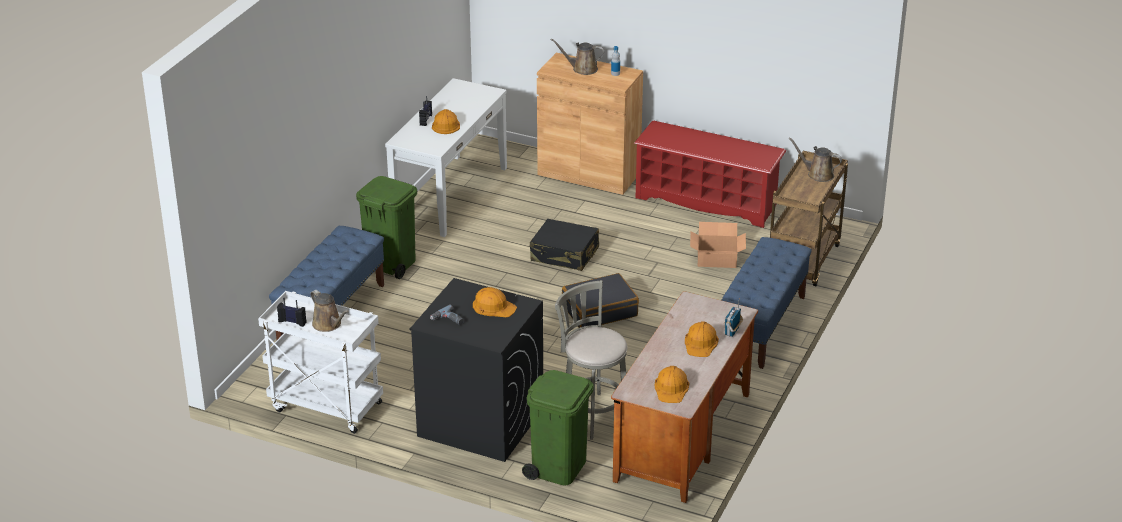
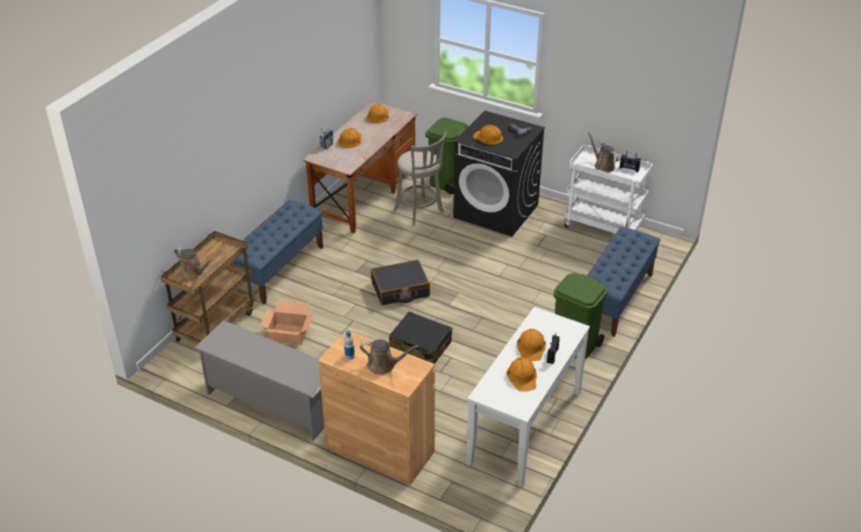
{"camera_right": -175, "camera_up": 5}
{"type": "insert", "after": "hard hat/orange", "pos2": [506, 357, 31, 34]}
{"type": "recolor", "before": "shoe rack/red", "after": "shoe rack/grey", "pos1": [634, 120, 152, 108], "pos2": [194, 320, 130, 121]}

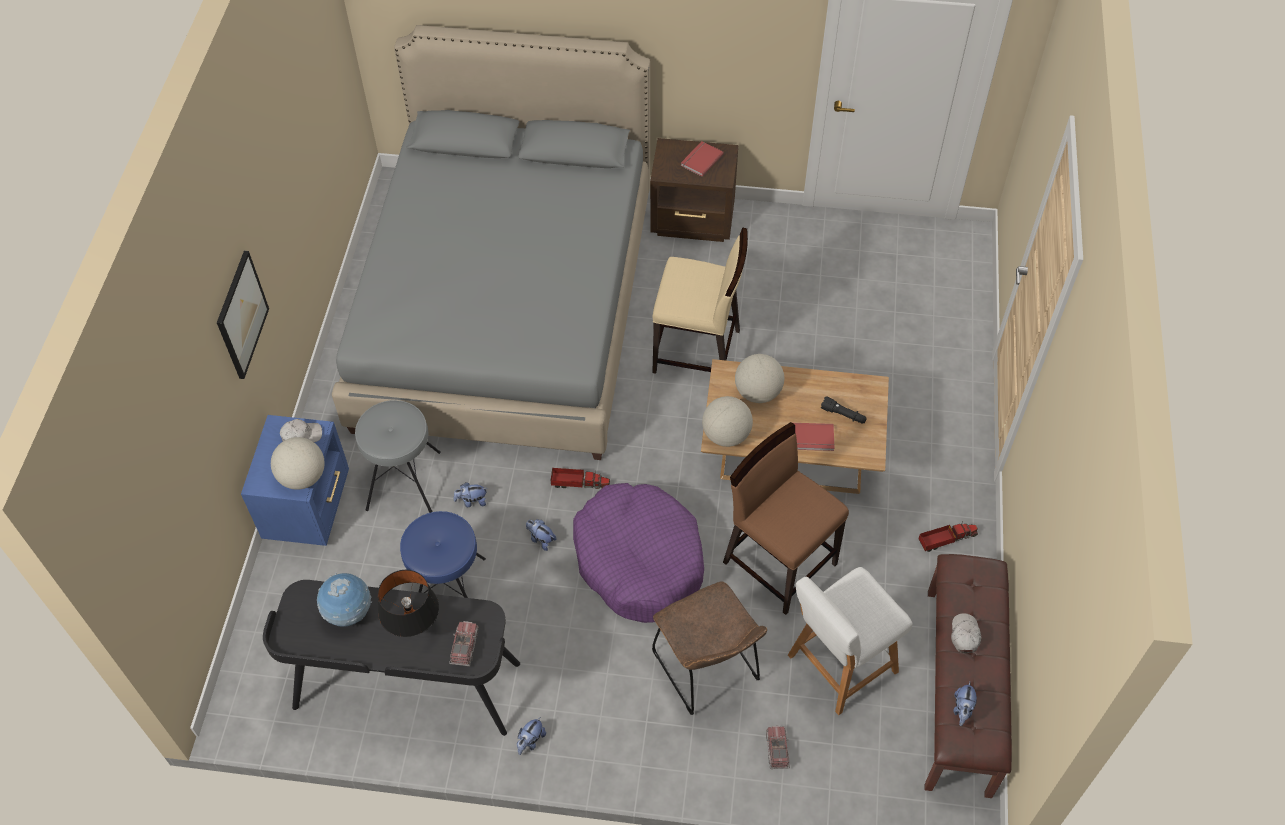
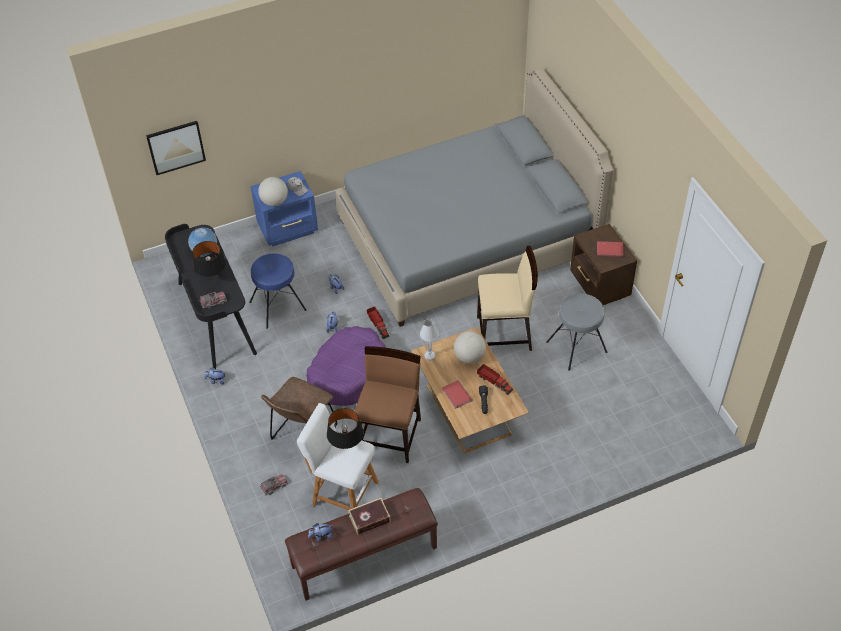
{"camera_right": 60, "camera_up": -5}
{"type": "insert", "after": "table lamp/black", "pos2": [327, 408, 36, 41]}
{"type": "move", "before": "picture", "pos1": [217, 251, 52, 128], "pos2": [146, 121, 60, 54]}
{"type": "move", "before": "stool/grey", "pos1": [355, 400, 86, 113], "pos2": [546, 294, 61, 77]}
{"type": "move", "before": "toy truck", "pos1": [918, 521, 60, 31], "pos2": [477, 364, 36, 31]}
{"type": "replace", "before": "globe", "after": "table lamp/white", "pos1": [702, 396, 51, 51], "pos2": [420, 319, 19, 42]}
{"type": "replace", "before": "cap/white", "after": "book", "pos1": [951, 613, 30, 40], "pos2": [348, 498, 43, 37]}
{"type": "rotate", "before": "chair/beige", "pos1": [652, 227, 96, 147], "pos2": [477, 246, 61, 105], "turn": -75}

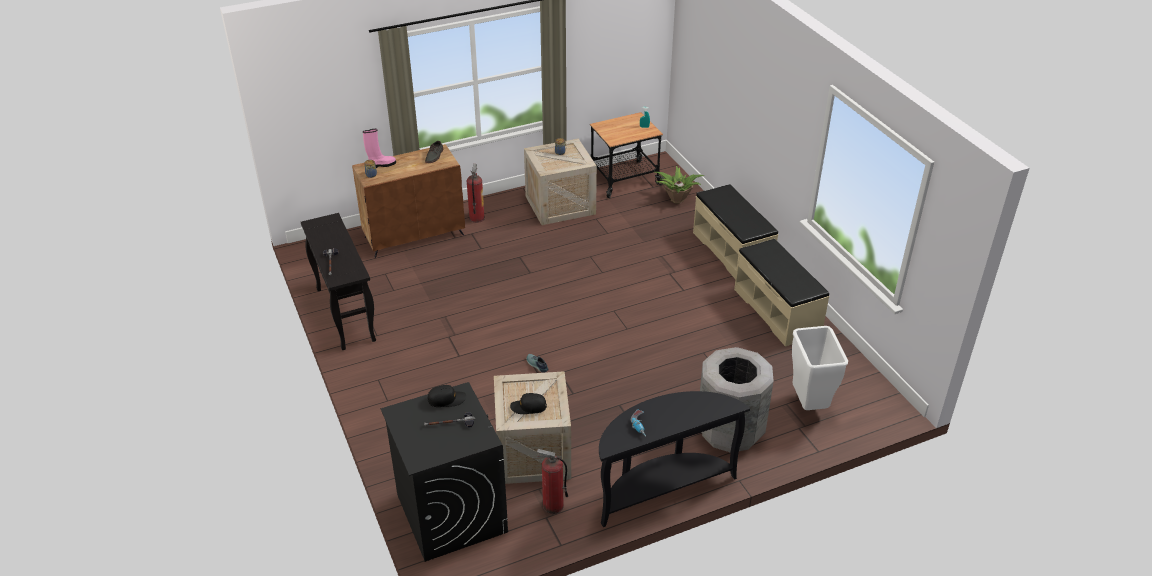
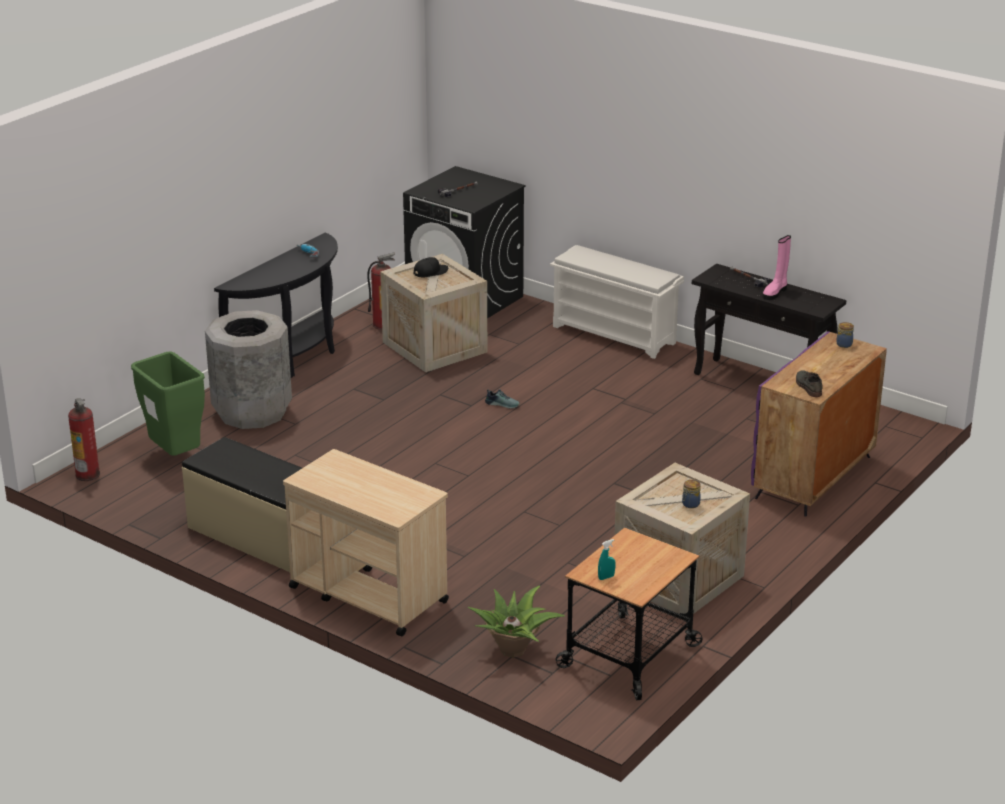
{"camera_right": 150, "camera_up": -10}
{"type": "delete", "before": "cap/black", "pos1": [427, 385, 39, 22]}
{"type": "insert", "after": "shoe rack/white", "pos2": [550, 245, 134, 114]}
{"type": "move", "before": "boot/pink", "pos1": [363, 129, 33, 39], "pos2": [763, 235, 28, 65]}
{"type": "move", "before": "fire extinguisher", "pos1": [467, 164, 18, 59], "pos2": [68, 398, 32, 83]}
{"type": "replace", "before": "bench/beige", "after": "cart/beige", "pos1": [693, 184, 85, 95], "pos2": [283, 449, 166, 188]}
{"type": "recolor", "before": "cabinet/brown", "after": "cabinet/purple", "pos1": [352, 144, 113, 114], "pos2": [751, 331, 136, 186]}
{"type": "recolor", "before": "trash can/white", "after": "trash can/green", "pos1": [792, 326, 56, 84], "pos2": [131, 351, 74, 105]}

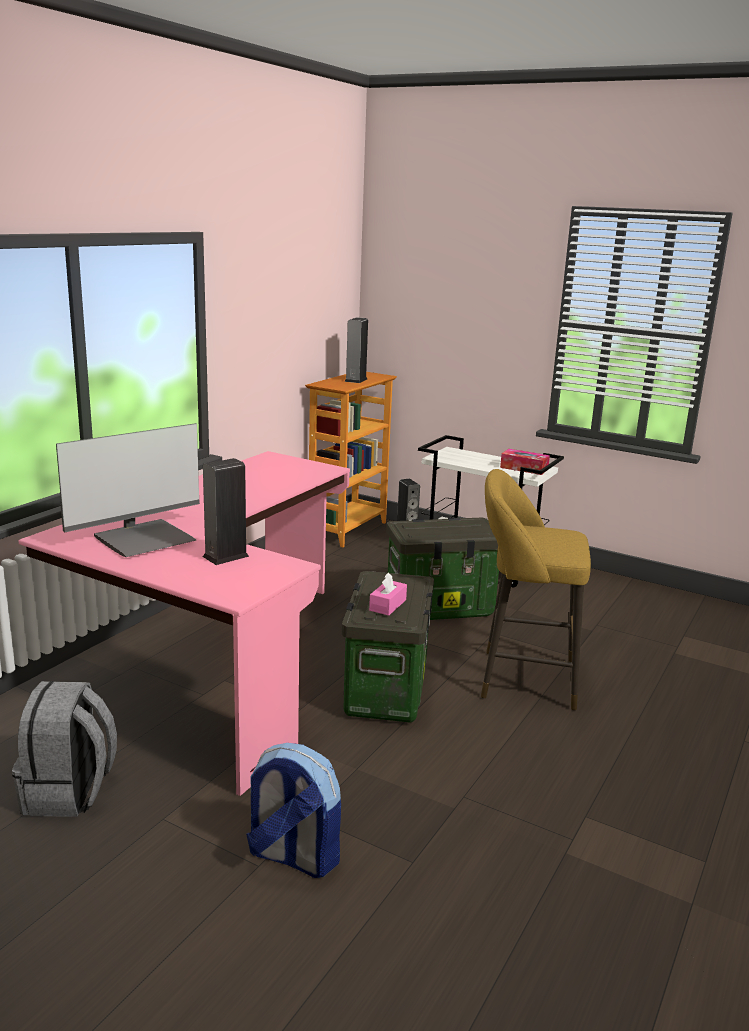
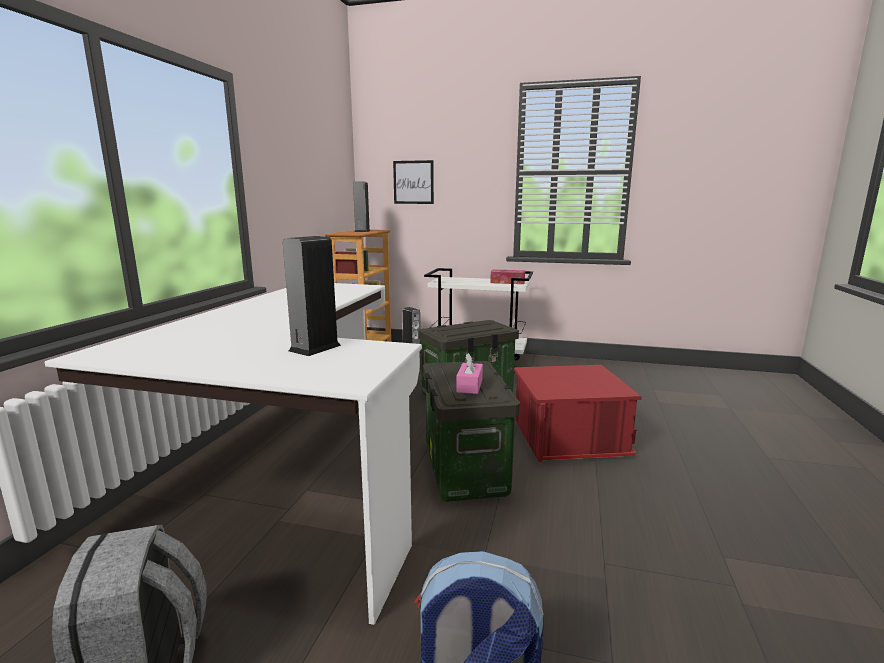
{"camera_right": -15, "camera_up": -5}
{"type": "delete", "before": "monitor", "pos1": [56, 423, 144, 134]}
{"type": "insert", "after": "picture", "pos2": [393, 160, 41, 44]}
{"type": "replace", "before": "stool/yellow", "after": "storage box/red", "pos1": [481, 469, 110, 241], "pos2": [513, 365, 129, 97]}
{"type": "recolor", "before": "desk/pink", "after": "desk/white", "pos1": [19, 451, 331, 345], "pos2": [45, 283, 377, 342]}

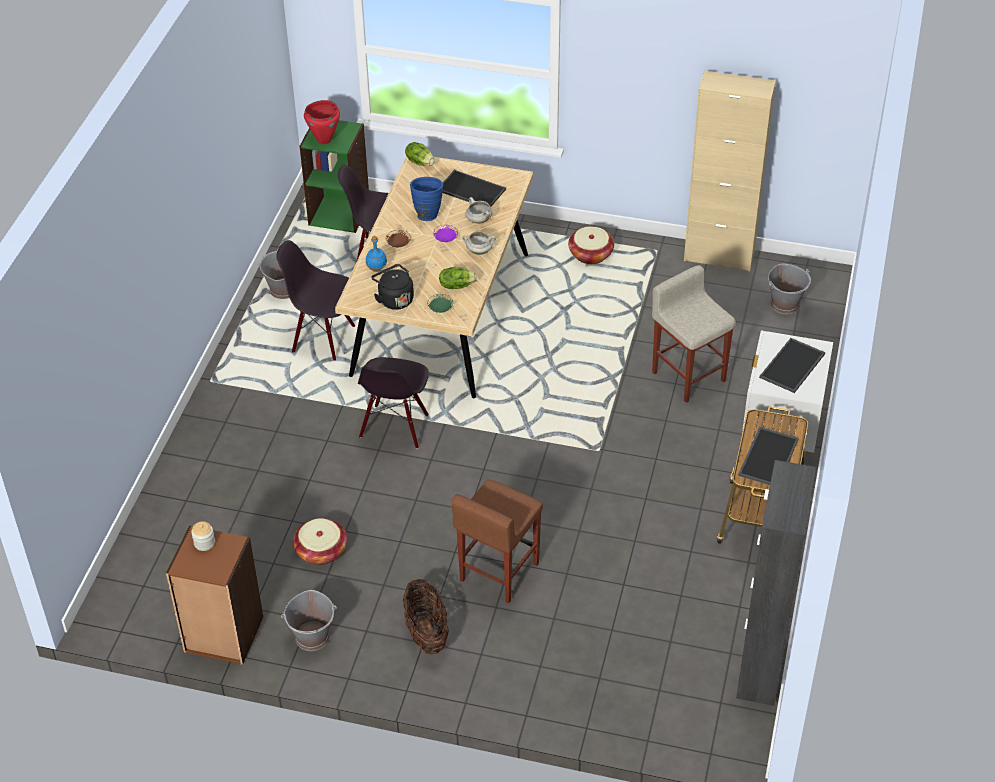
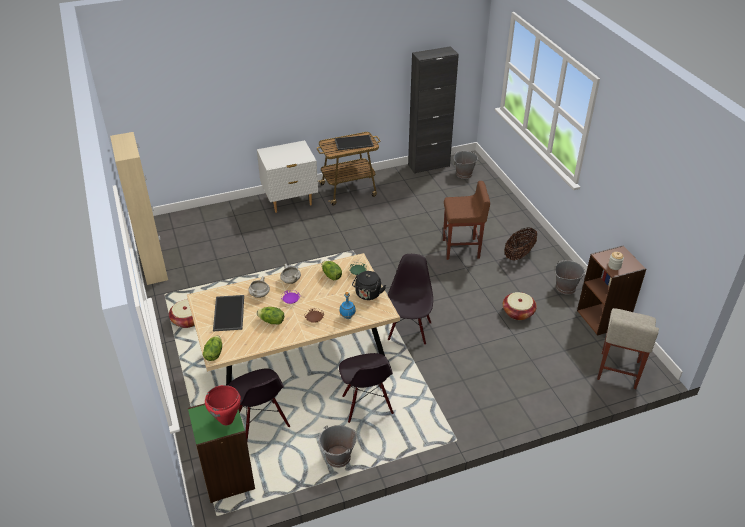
{"camera_right": -125, "camera_up": -5}
{"type": "delete", "before": "tray", "pos1": [759, 338, 66, 55]}
{"type": "move", "before": "stool/beige", "pos1": [652, 265, 84, 138], "pos2": [597, 308, 62, 81]}
{"type": "move", "before": "bucket/grey", "pos1": [768, 264, 43, 50], "pos2": [454, 151, 24, 28]}
{"type": "replace", "before": "vase/blue", "after": "lettuce", "pos1": [410, 177, 33, 44], "pos2": [256, 307, 28, 18]}
{"type": "rotate", "before": "chair/black", "pos1": [358, 357, 71, 92], "pos2": [388, 254, 45, 91], "turn": -60}

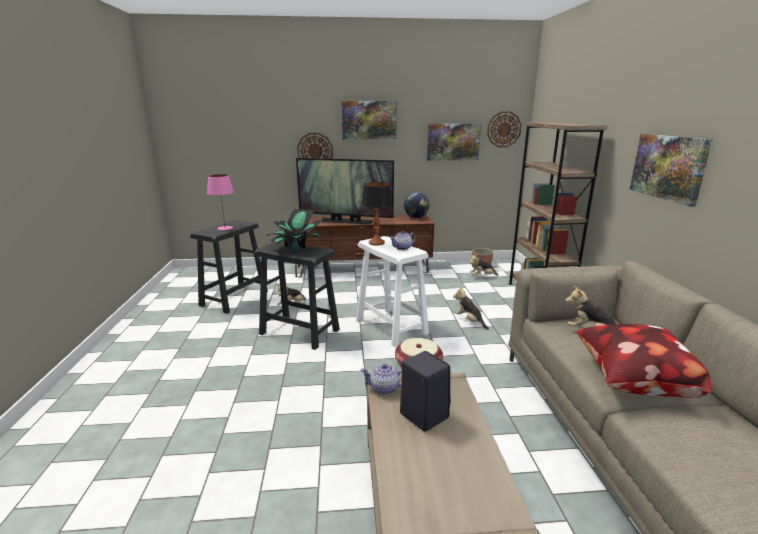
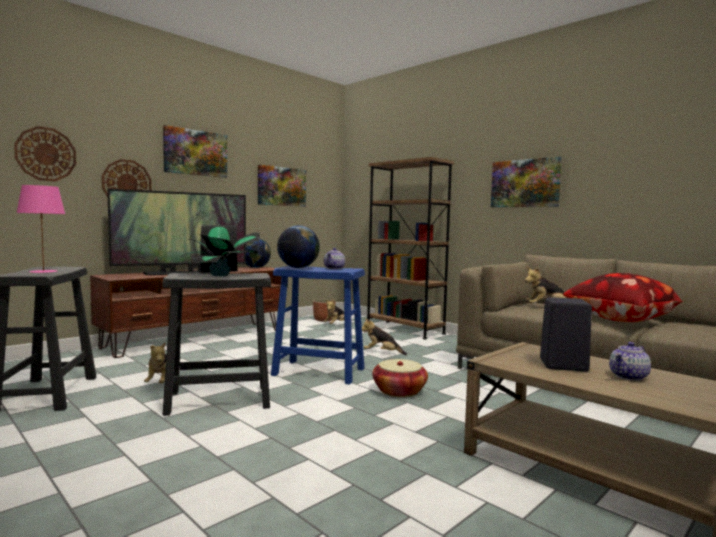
{"camera_right": -40, "camera_up": -15}
{"type": "move", "before": "teapot", "pos1": [360, 364, 42, 31], "pos2": [609, 342, 42, 39]}
{"type": "move", "before": "wall clock", "pos1": [487, 111, 35, 36], "pos2": [14, 126, 62, 56]}
{"type": "replace", "before": "table lamp", "after": "globe", "pos1": [361, 182, 31, 64], "pos2": [277, 225, 43, 43]}
{"type": "recolor", "before": "stool/white", "after": "stool/blue", "pos1": [356, 236, 73, 111], "pos2": [271, 266, 94, 119]}

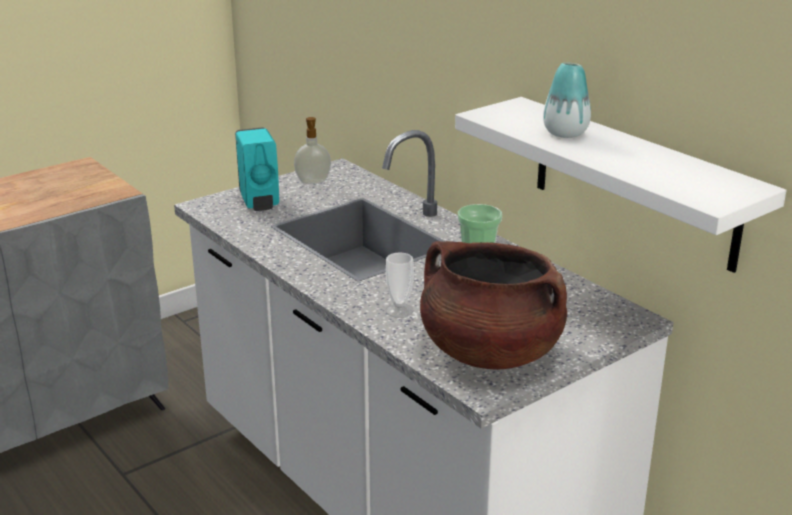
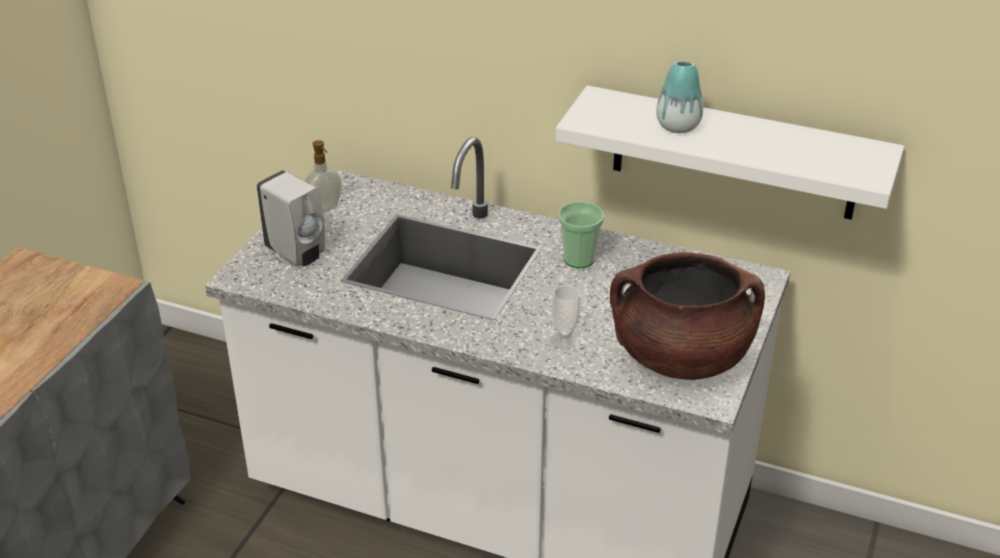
{"camera_right": -30, "camera_up": 10}
{"type": "recolor", "before": "soap dispenser/turquoise", "after": "soap dispenser/white", "pos1": [235, 127, 44, 84], "pos2": [257, 170, 68, 96]}

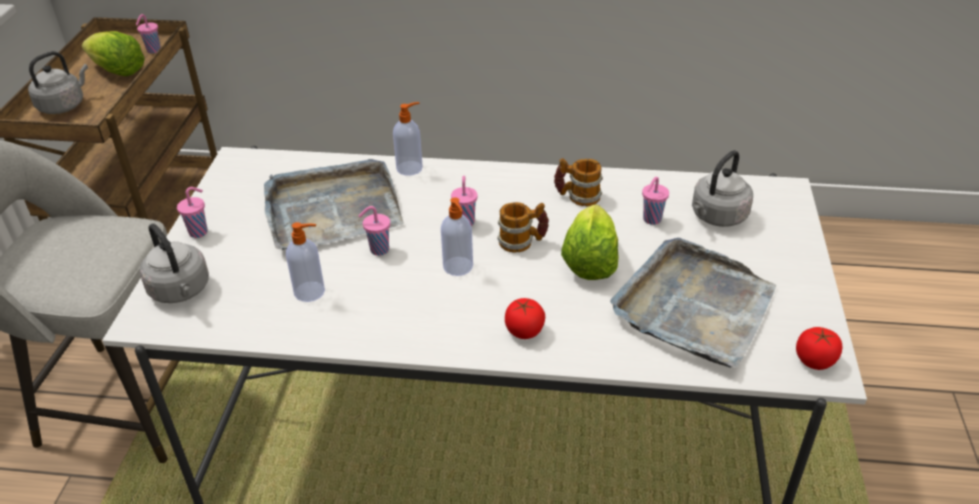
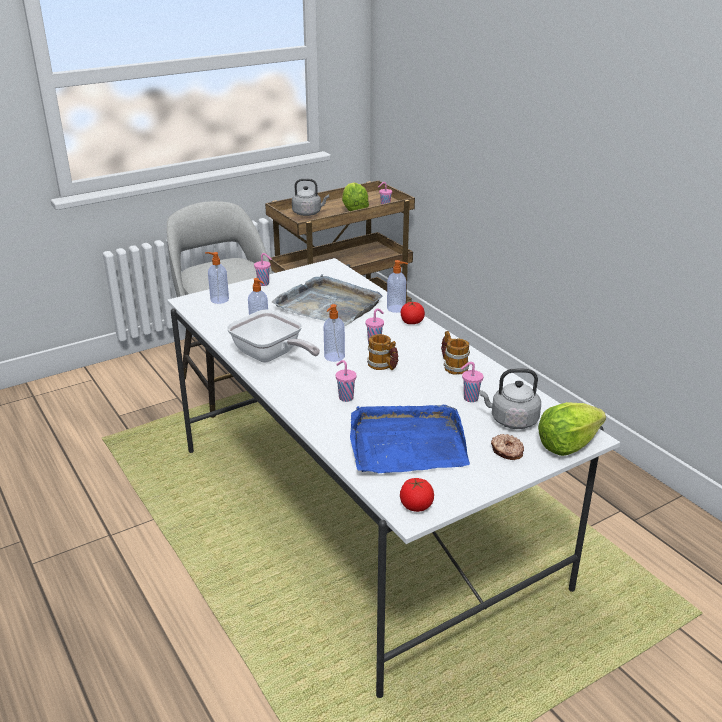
{"camera_right": 50, "camera_up": -10}
{"type": "insert", "after": "frying pan", "pos2": [227, 309, 93, 53]}
{"type": "insert", "after": "donut", "pos2": [491, 434, 33, 26]}
{"type": "move", "before": "cup/pink", "pos1": [359, 206, 31, 50], "pos2": [336, 360, 20, 42]}
{"type": "move", "before": "tomato", "pos1": [505, 298, 40, 41], "pos2": [401, 302, 24, 22]}
{"type": "move", "before": "lettuce", "pos1": [561, 204, 57, 76], "pos2": [538, 402, 68, 54]}
{"type": "replace", "before": "kettle/grey", "after": "soap dispenser", "pos1": [140, 223, 69, 80], "pos2": [205, 252, 24, 52]}
{"type": "recolor", "before": "tray/grey", "after": "tray/blue", "pos1": [610, 238, 166, 130], "pos2": [350, 405, 120, 68]}

